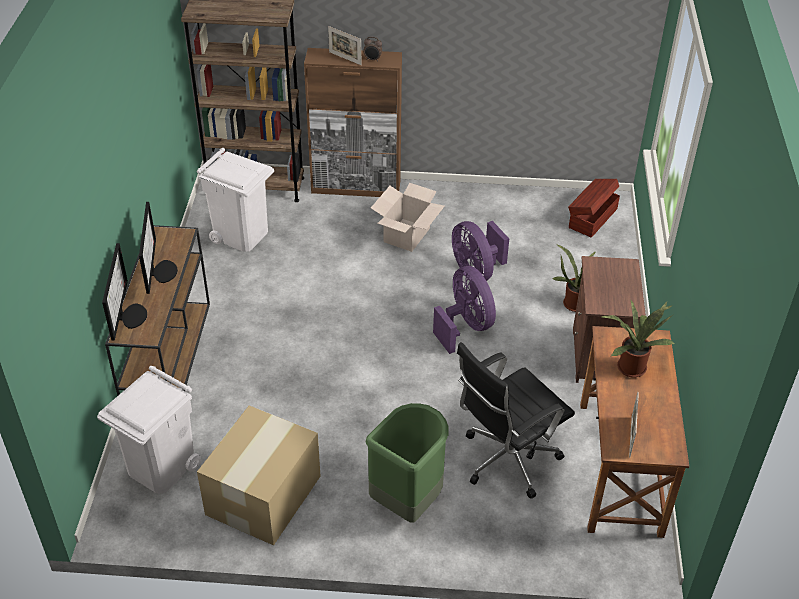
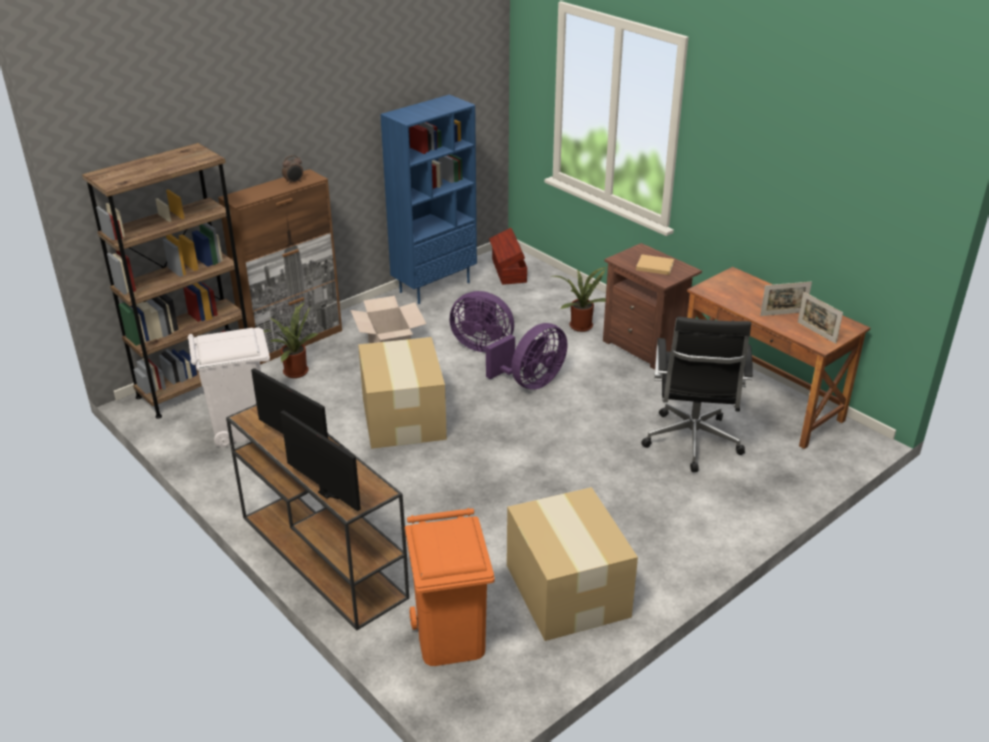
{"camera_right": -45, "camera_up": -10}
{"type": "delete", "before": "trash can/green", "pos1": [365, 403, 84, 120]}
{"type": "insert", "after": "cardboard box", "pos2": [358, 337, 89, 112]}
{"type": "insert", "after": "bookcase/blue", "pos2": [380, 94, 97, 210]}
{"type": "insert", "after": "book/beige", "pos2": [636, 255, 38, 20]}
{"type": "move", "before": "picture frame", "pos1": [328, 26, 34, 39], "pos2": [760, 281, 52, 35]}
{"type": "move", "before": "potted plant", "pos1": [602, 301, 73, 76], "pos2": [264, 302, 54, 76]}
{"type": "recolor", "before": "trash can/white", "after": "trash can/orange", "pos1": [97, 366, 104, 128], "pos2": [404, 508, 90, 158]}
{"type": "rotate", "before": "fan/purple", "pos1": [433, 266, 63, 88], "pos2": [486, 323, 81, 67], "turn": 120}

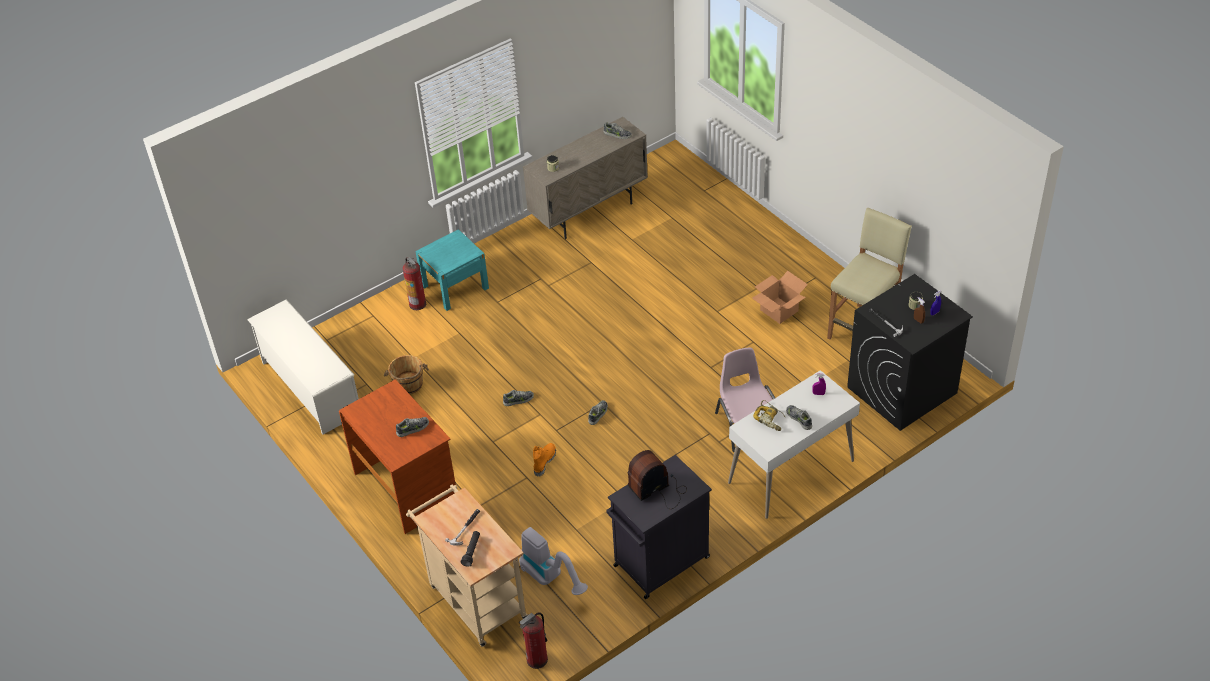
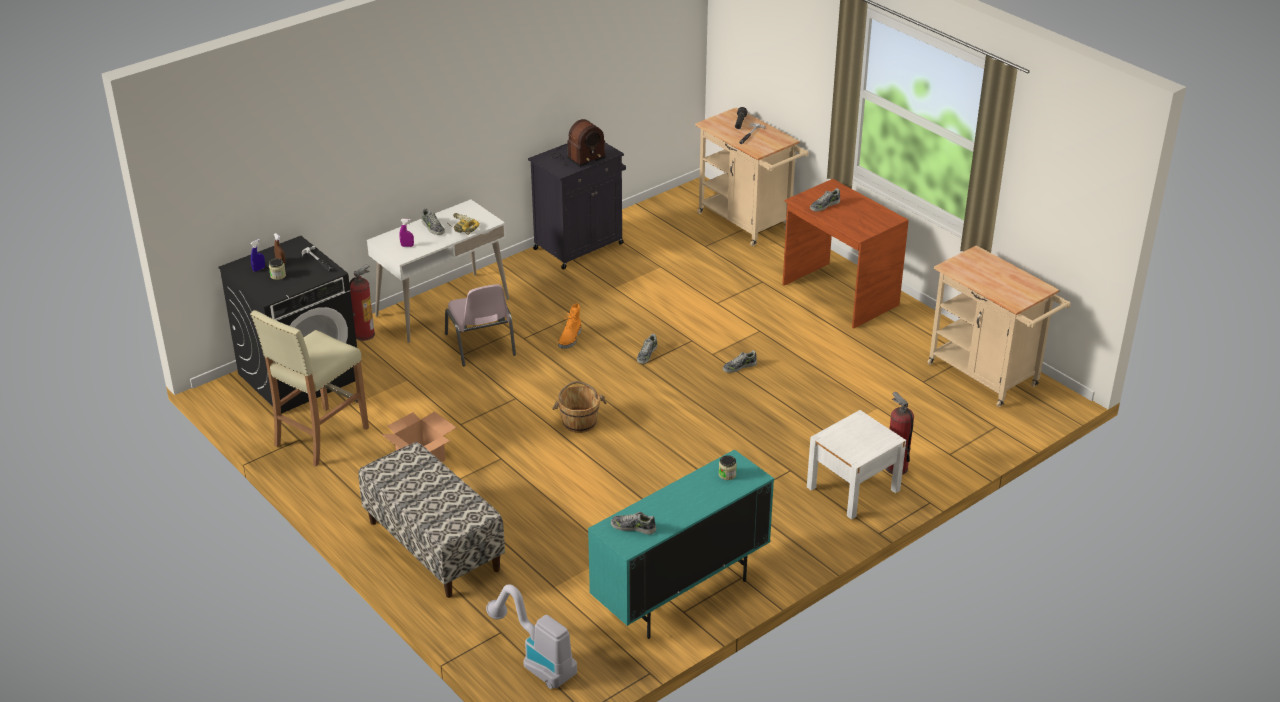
{"camera_right": 175, "camera_up": -10}
{"type": "insert", "after": "bench", "pos2": [358, 442, 147, 156]}
{"type": "move", "before": "bucket/brown", "pos1": [384, 355, 45, 39], "pos2": [552, 381, 54, 52]}
{"type": "move", "before": "vacuum cleaner", "pos1": [519, 527, 69, 68], "pos2": [486, 584, 91, 105]}
{"type": "move", "before": "fire extinguisher", "pos1": [519, 613, 29, 56], "pos2": [349, 264, 26, 77]}
{"type": "move", "before": "boot/orange", "pos1": [533, 443, 23, 33], "pos2": [558, 304, 23, 45]}
{"type": "replace", "before": "shoe rack/white", "after": "cart/beige", "pos1": [247, 299, 112, 136], "pos2": [927, 245, 144, 162]}
{"type": "recolor", "before": "nightstand/turquoise", "after": "nightstand/white", "pos1": [415, 229, 74, 82], "pos2": [807, 410, 99, 110]}
{"type": "recolor", "before": "cabinet/beige", "after": "cabinet/turquoise", "pos1": [523, 117, 125, 122], "pos2": [588, 450, 186, 189]}

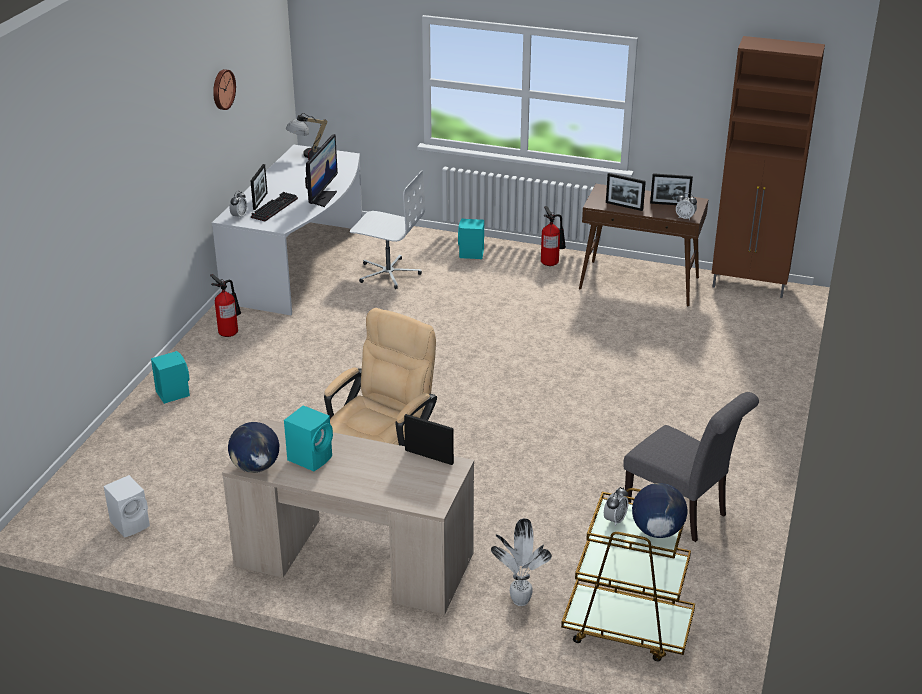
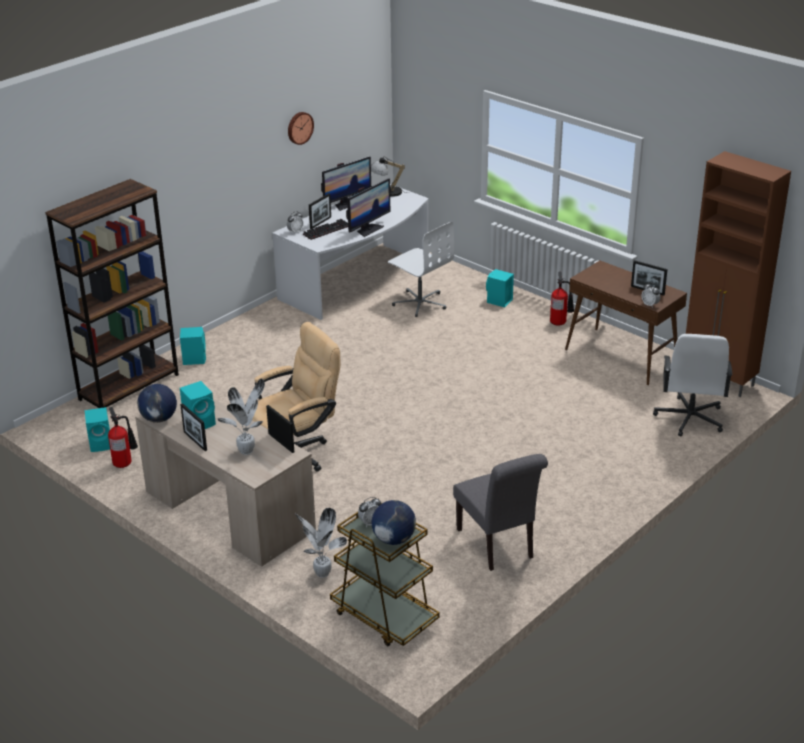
{"camera_right": 25, "camera_up": 0}
{"type": "insert", "after": "bookcase/brown", "pos2": [45, 179, 134, 229]}
{"type": "insert", "after": "potted plant", "pos2": [217, 378, 48, 77]}
{"type": "insert", "after": "monitor", "pos2": [321, 157, 50, 54]}
{"type": "insert", "after": "office chair/white", "pos2": [653, 334, 79, 103]}
{"type": "move", "before": "fire extinguisher", "pos1": [210, 274, 31, 63], "pos2": [108, 407, 30, 61]}
{"type": "move", "before": "picture frame", "pos1": [606, 173, 40, 38], "pos2": [180, 403, 27, 48]}
{"type": "recolor", "before": "speaker/white", "after": "speaker/turquoise", "pos1": [104, 475, 46, 63], "pos2": [85, 407, 25, 45]}

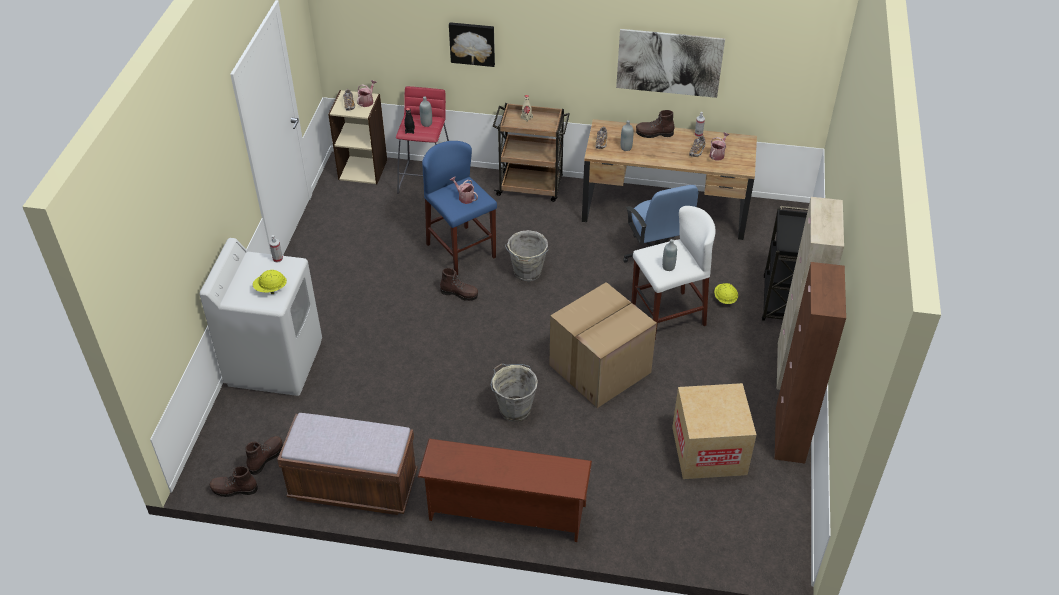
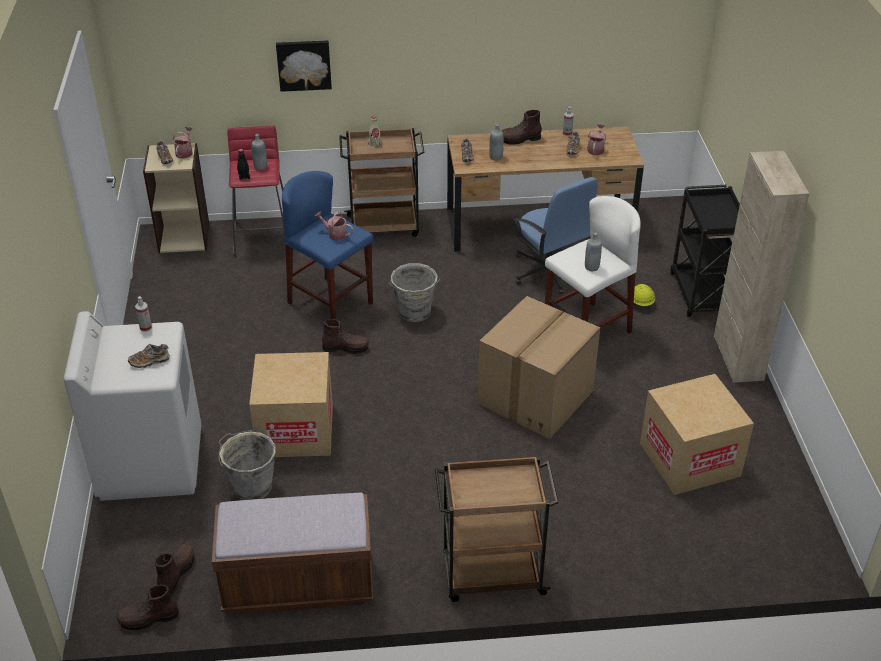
{"camera_right": -15, "camera_up": -5}
{"type": "delete", "before": "picture", "pos1": [616, 29, 109, 69]}
{"type": "delete", "before": "cabinet/brown", "pos1": [774, 262, 72, 201]}
{"type": "insert", "after": "cardboard box", "pos2": [249, 352, 84, 105]}
{"type": "move", "before": "bucket/grey", "pos1": [491, 364, 47, 58], "pos2": [218, 430, 58, 70]}
{"type": "replace", "before": "hard hat/yellow", "after": "shoe", "pos1": [253, 270, 34, 24], "pos2": [128, 344, 41, 24]}
{"type": "replace", "before": "shoe rack/brown", "after": "cart/brown", "pos1": [418, 438, 174, 104], "pos2": [435, 456, 124, 146]}

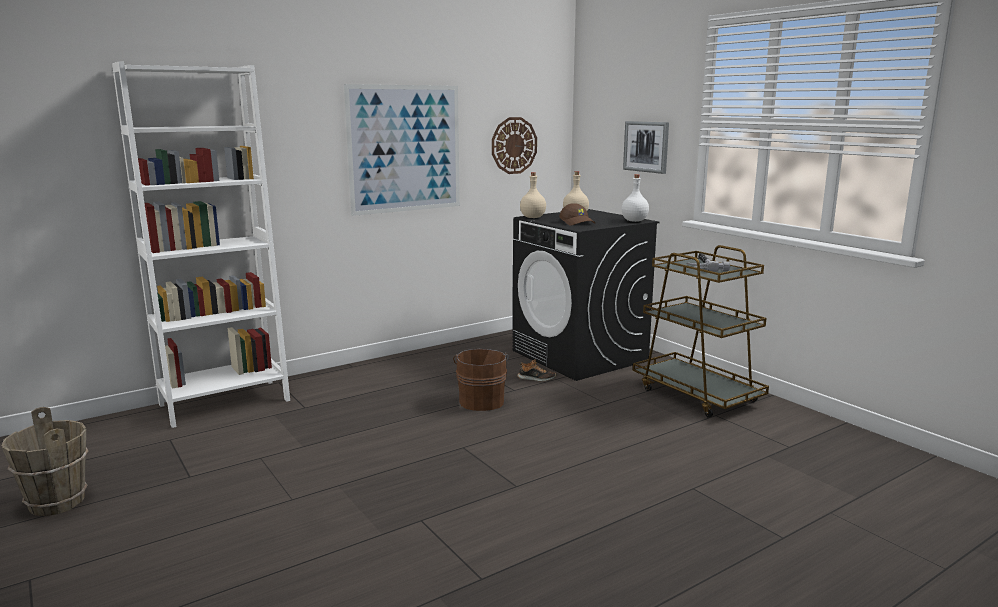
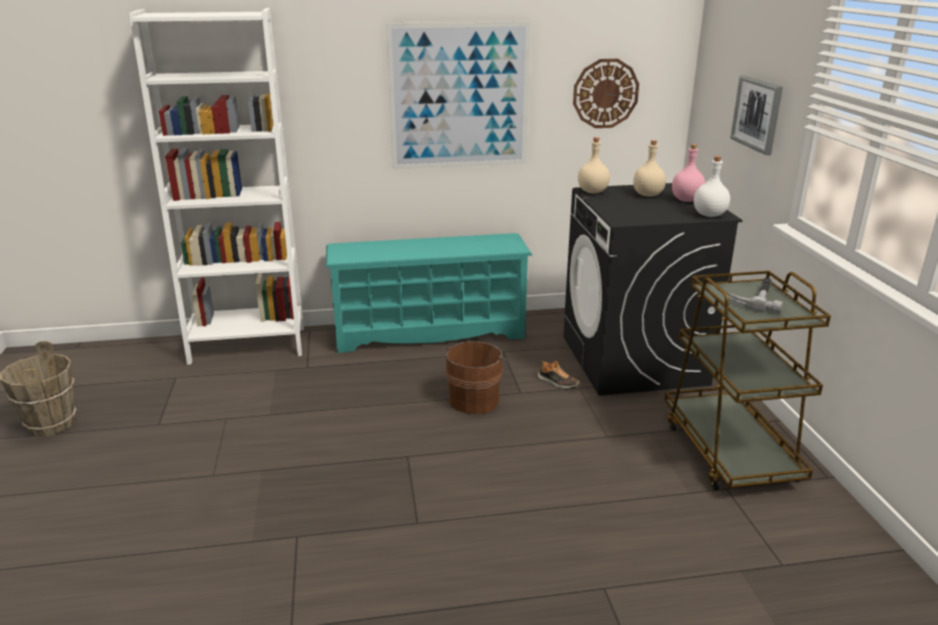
{"camera_right": 25, "camera_up": 10}
{"type": "delete", "before": "cap/brown", "pos1": [559, 203, 36, 23]}
{"type": "insert", "after": "shoe rack/turquoise", "pos2": [326, 233, 207, 120]}
{"type": "insert", "after": "bottle/pink", "pos2": [672, 144, 33, 58]}

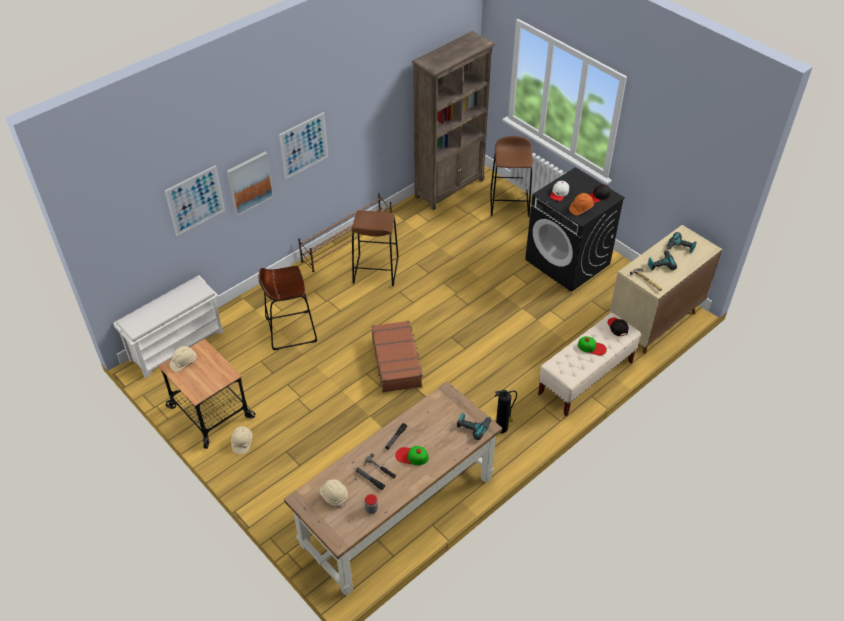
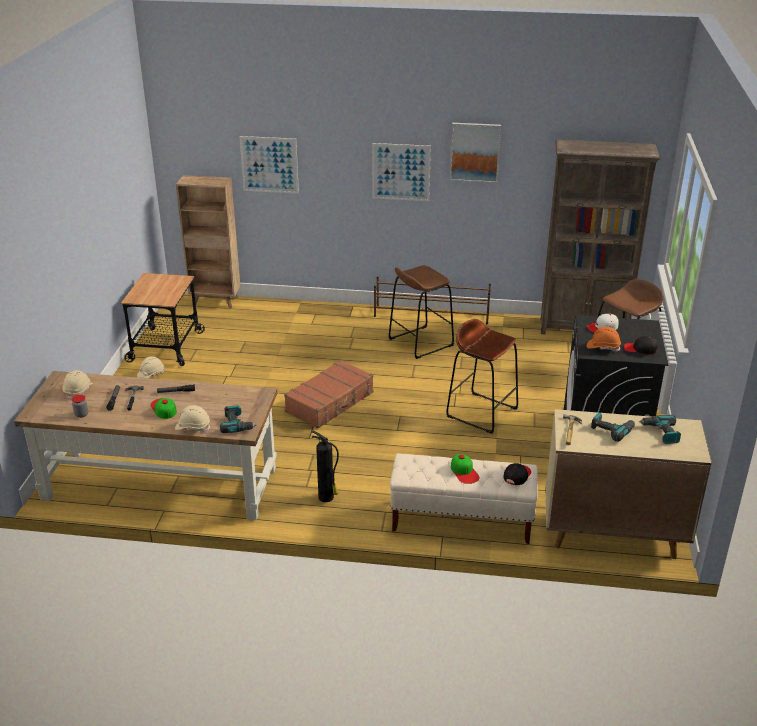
{"camera_right": 50, "camera_up": -15}
{"type": "move", "before": "hard hat/beige", "pos1": [170, 346, 27, 26], "pos2": [175, 405, 36, 27]}
{"type": "move", "before": "picture", "pos1": [227, 152, 47, 64], "pos2": [450, 123, 51, 60]}
{"type": "move", "before": "stool/brown", "pos1": [258, 266, 59, 84], "pos2": [446, 319, 72, 115]}
{"type": "replace", "before": "shoe rack/white", "after": "bookcase/brown", "pos1": [113, 275, 110, 103], "pos2": [176, 175, 64, 134]}

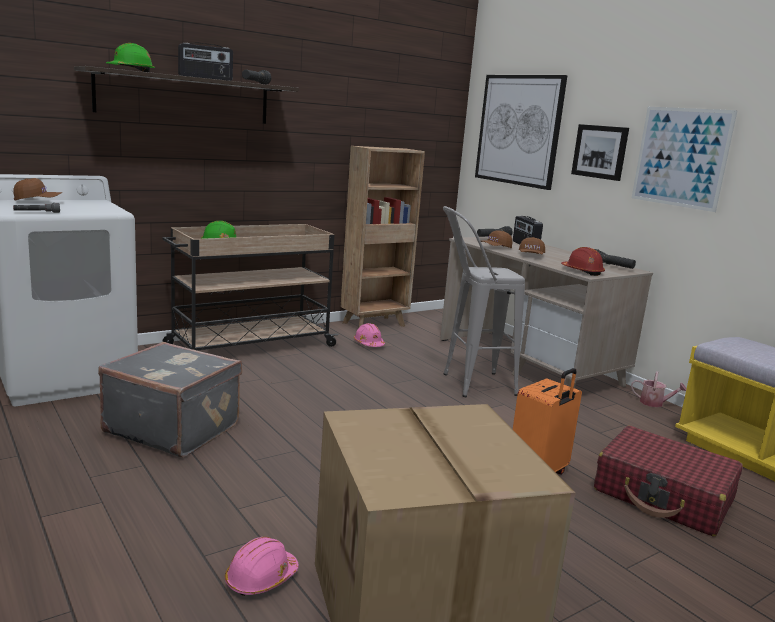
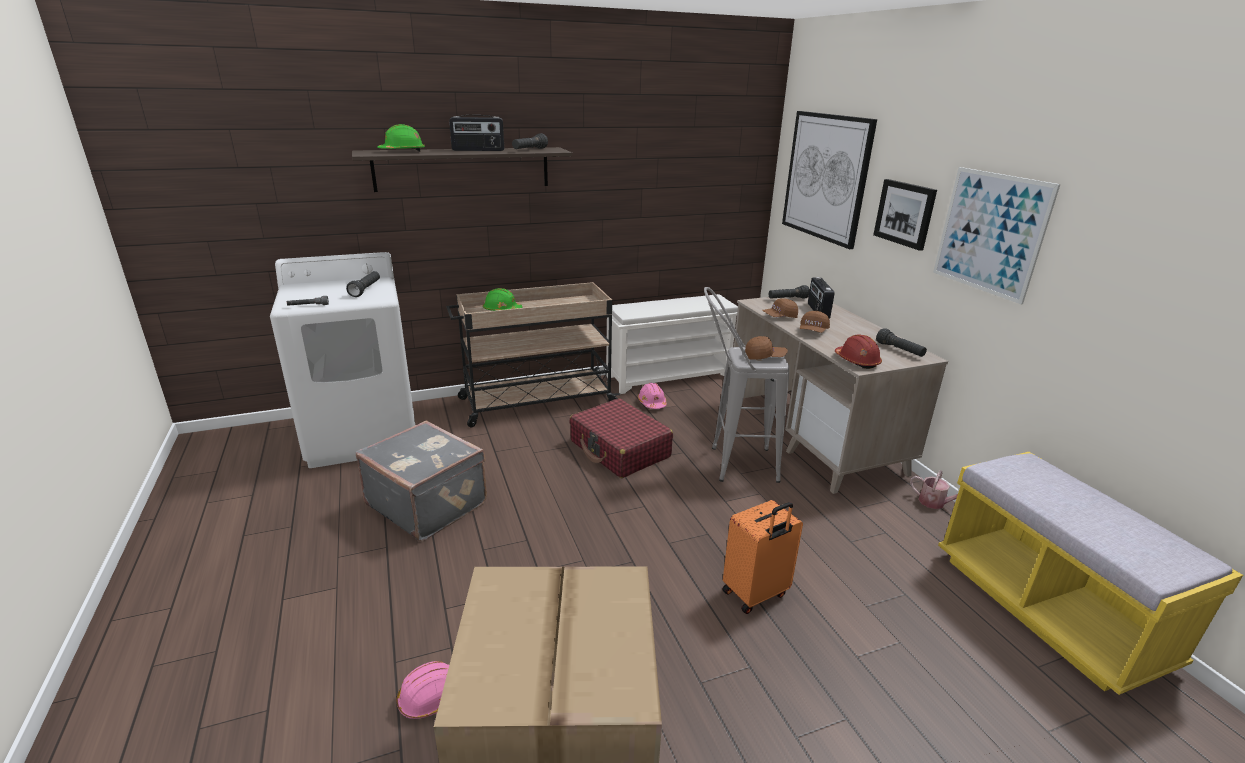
{"camera_right": 15, "camera_up": 10}
{"type": "insert", "after": "flashlight/black", "pos2": [346, 271, 34, 26]}
{"type": "move", "before": "cap/brown", "pos1": [13, 178, 50, 23], "pos2": [745, 336, 43, 24]}
{"type": "move", "before": "suitcase/red", "pos1": [594, 426, 149, 110], "pos2": [570, 398, 103, 80]}
{"type": "replace", "before": "bookcase/brown", "after": "shoe rack/white", "pos1": [341, 146, 84, 183], "pos2": [606, 294, 132, 100]}

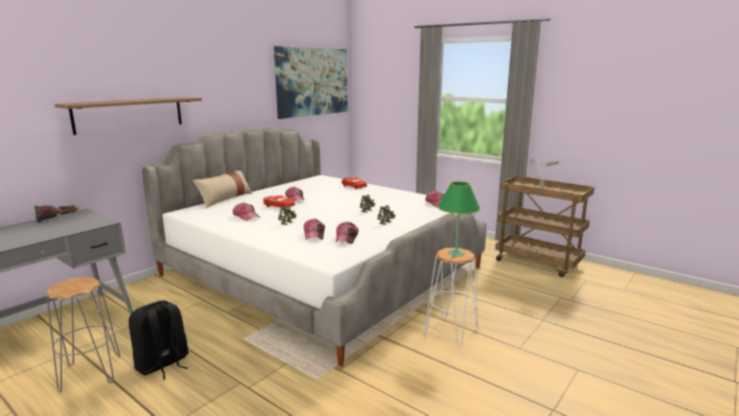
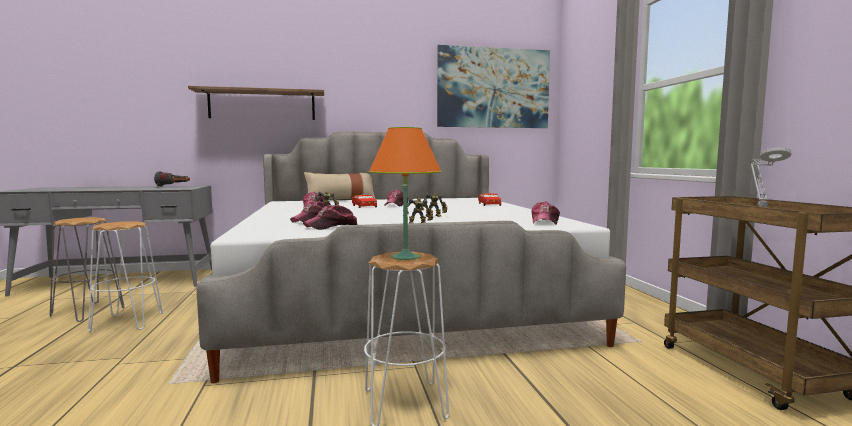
{"camera_right": 40, "camera_up": -10}
{"type": "replace", "before": "backpack/black", "after": "stool/white", "pos1": [129, 300, 60, 80], "pos2": [88, 221, 75, 111]}
{"type": "recolor", "before": "table lamp/green", "after": "table lamp/orange", "pos1": [438, 182, 42, 74], "pos2": [368, 127, 74, 133]}

